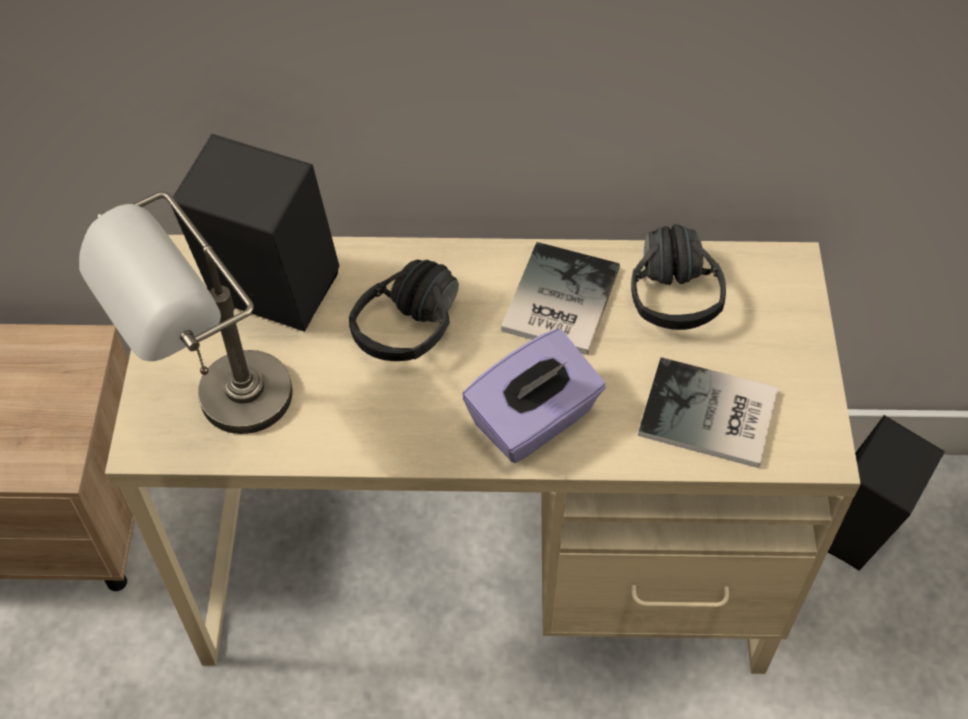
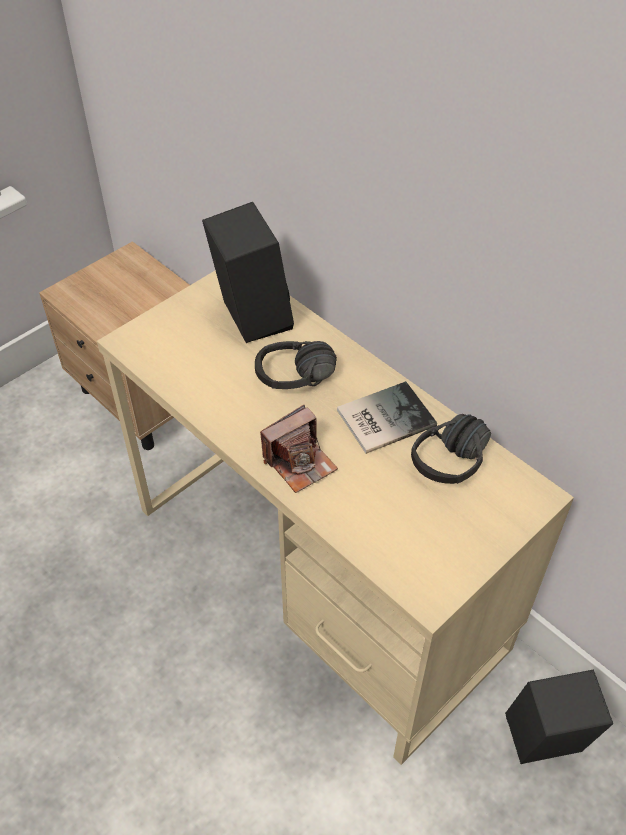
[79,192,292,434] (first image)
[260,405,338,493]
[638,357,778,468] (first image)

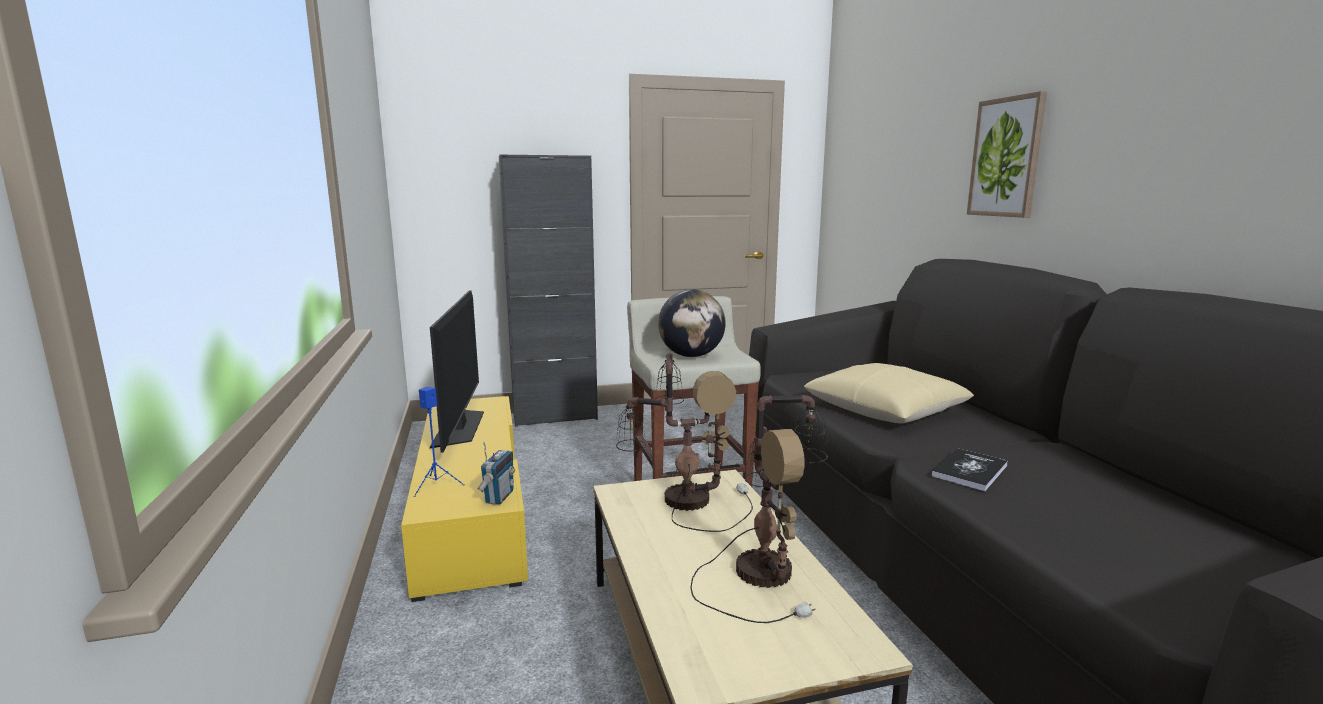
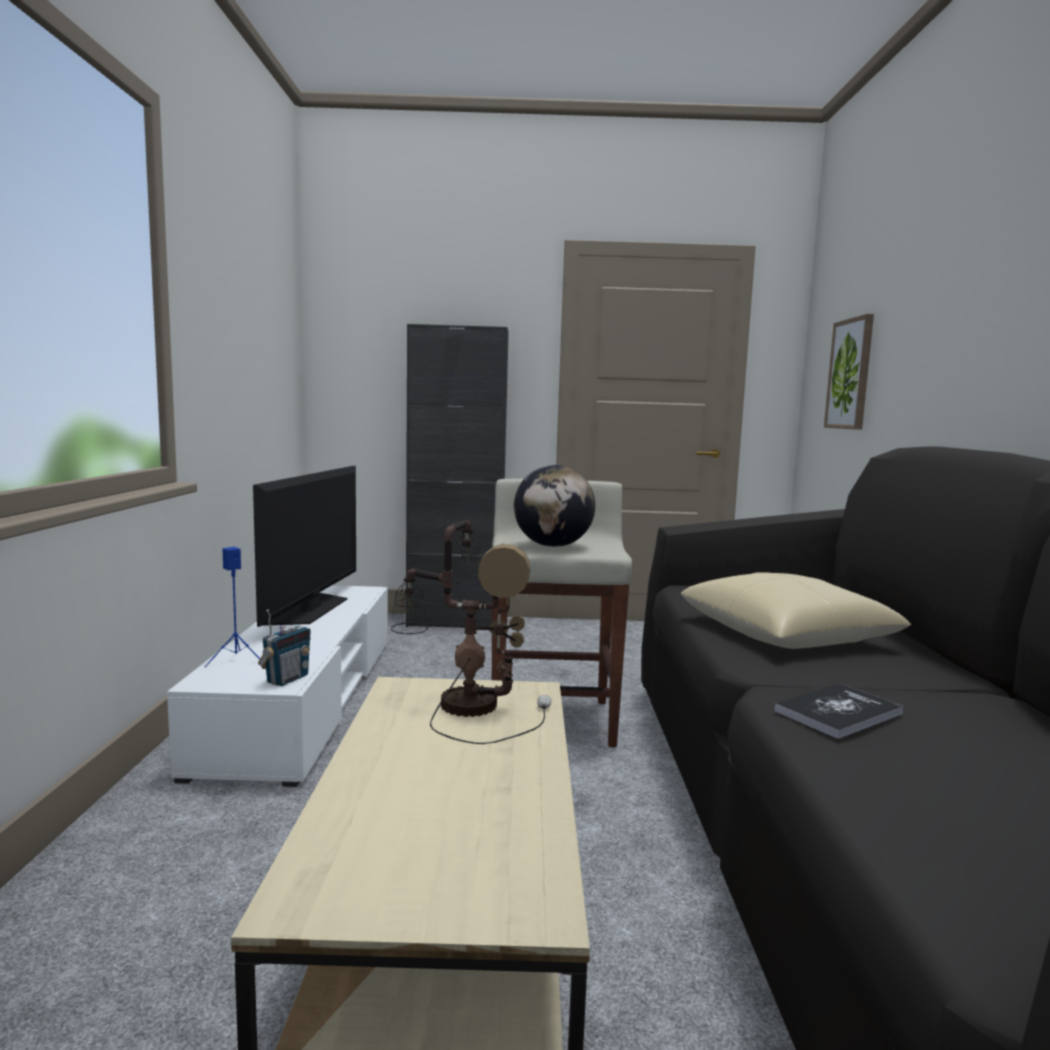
[167,585,388,787]
[690,395,827,623] (first image)
[824,314,874,430]

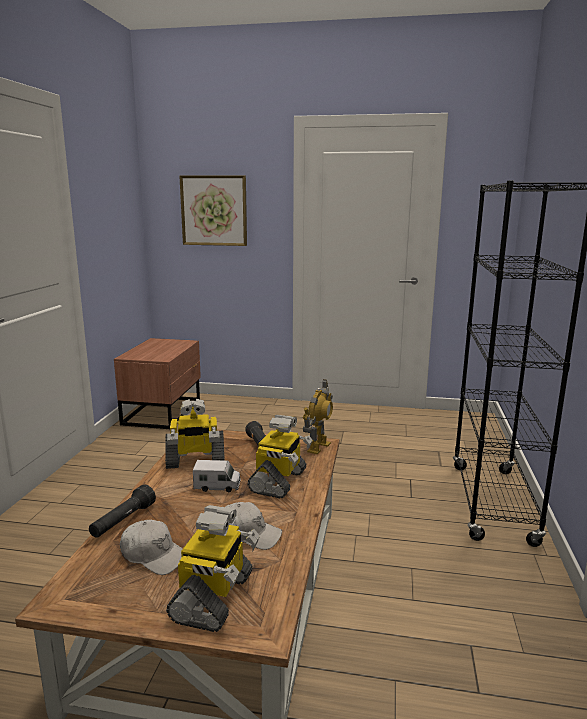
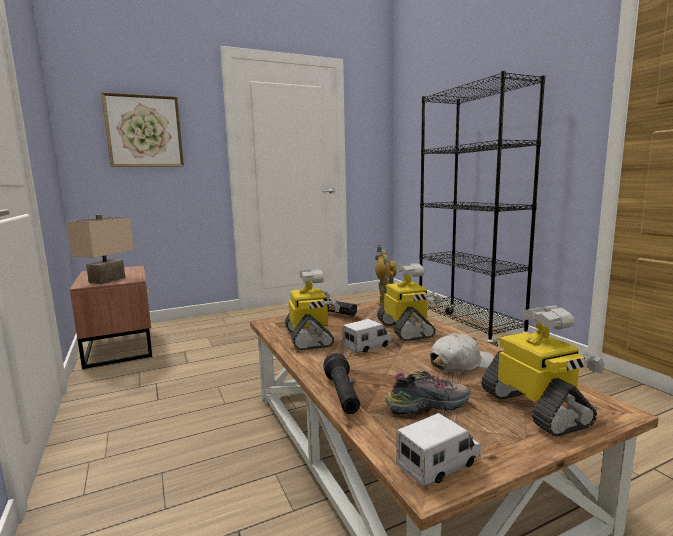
[386,371,471,414]
[285,269,340,350]
[66,215,134,284]
[396,413,481,488]

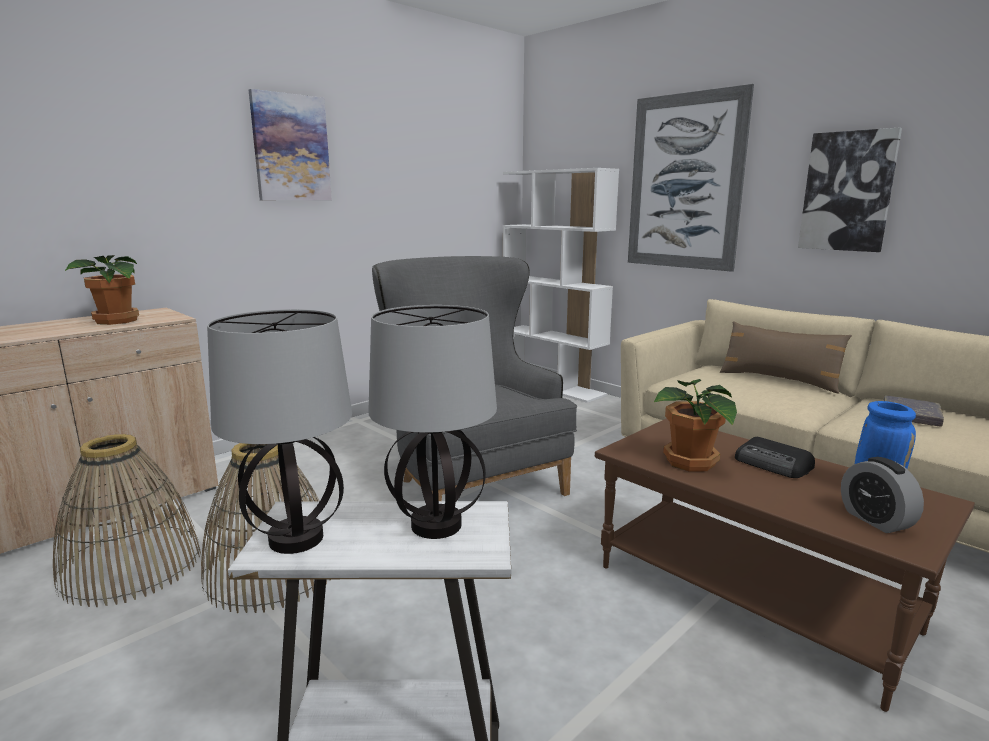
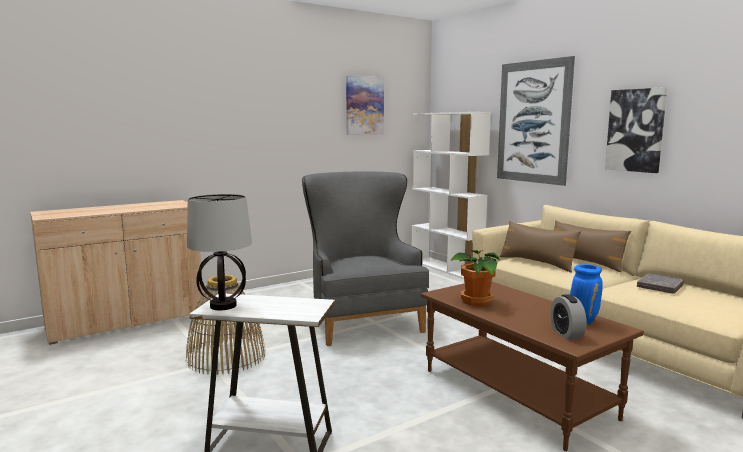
[53,434,201,607] (first image)
[65,255,139,325] (first image)
[346,75,384,135]
[368,305,497,539] (first image)
[735,437,815,478] (first image)
[499,221,581,272]

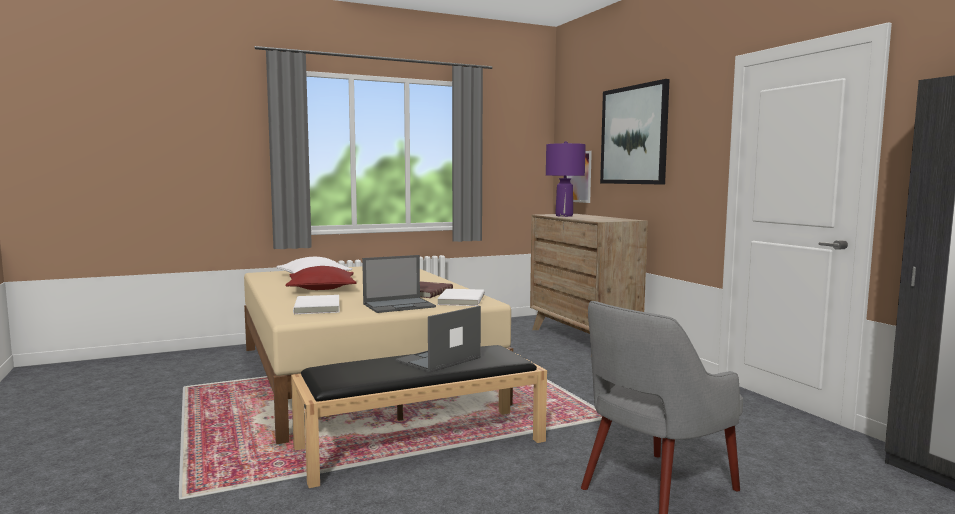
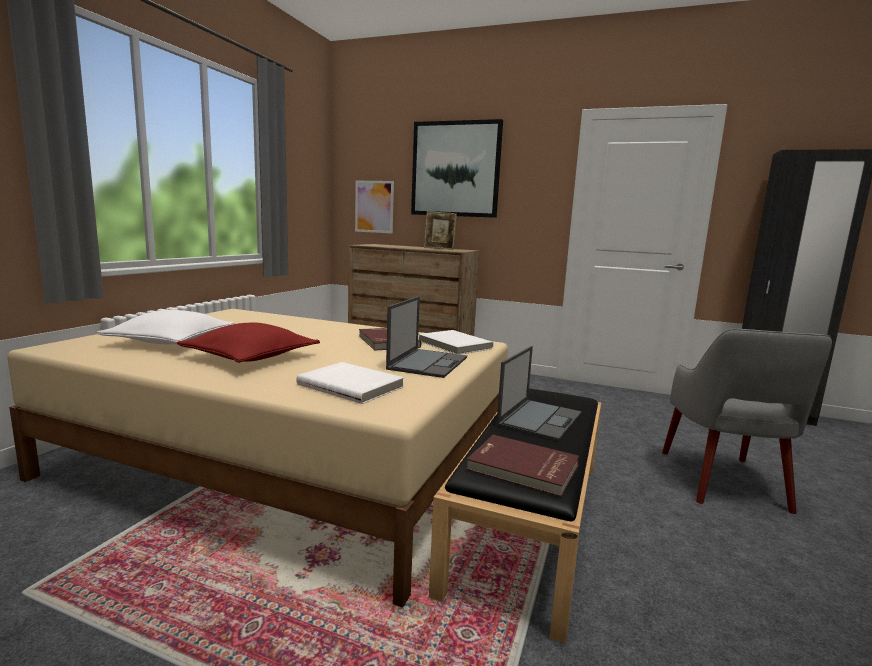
[497,346,582,441]
[546,141,586,217] (first image)
[424,211,457,250]
[466,435,579,497]

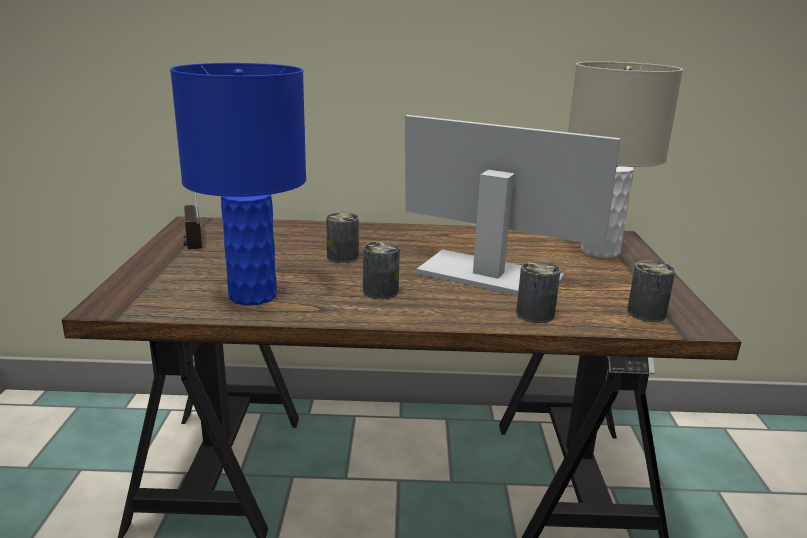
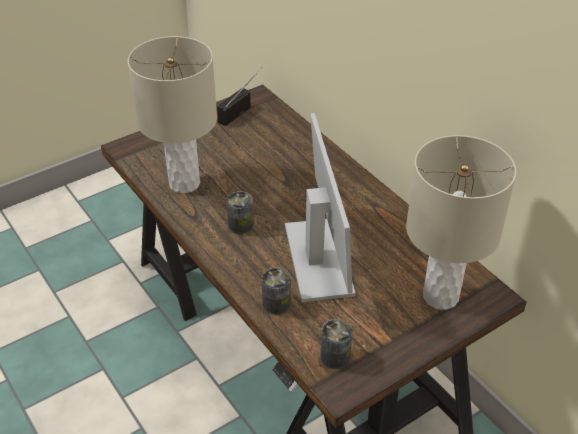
[128,36,217,194]
[326,212,359,263] (first image)

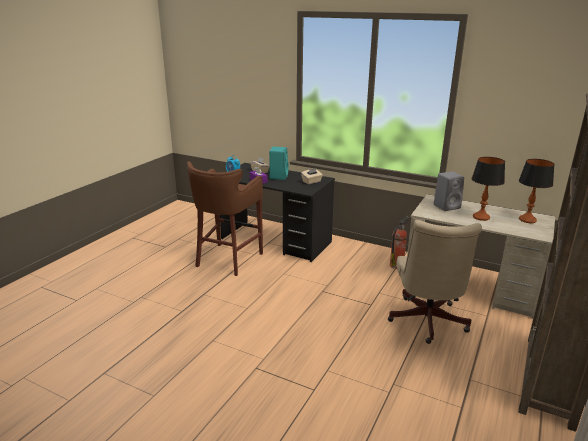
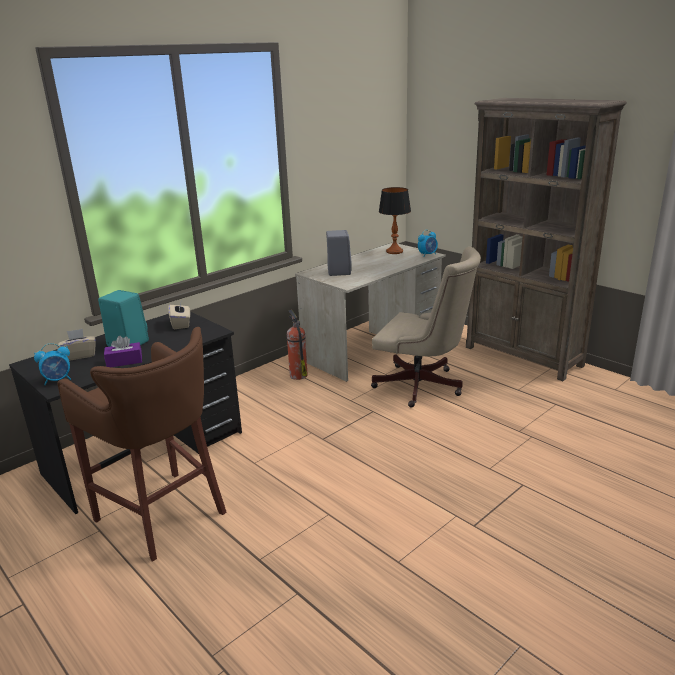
[471,157,505,221] (first image)
[418,230,438,256]

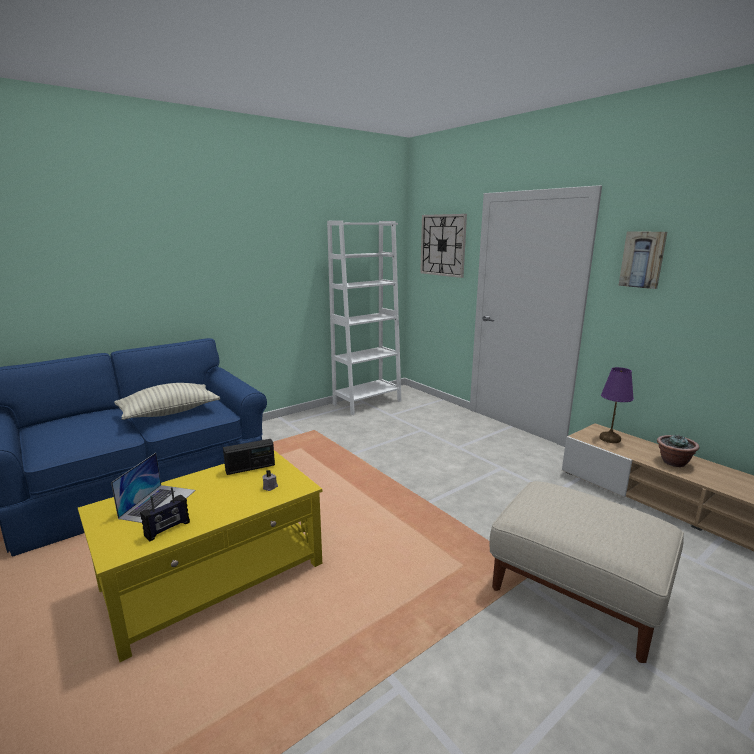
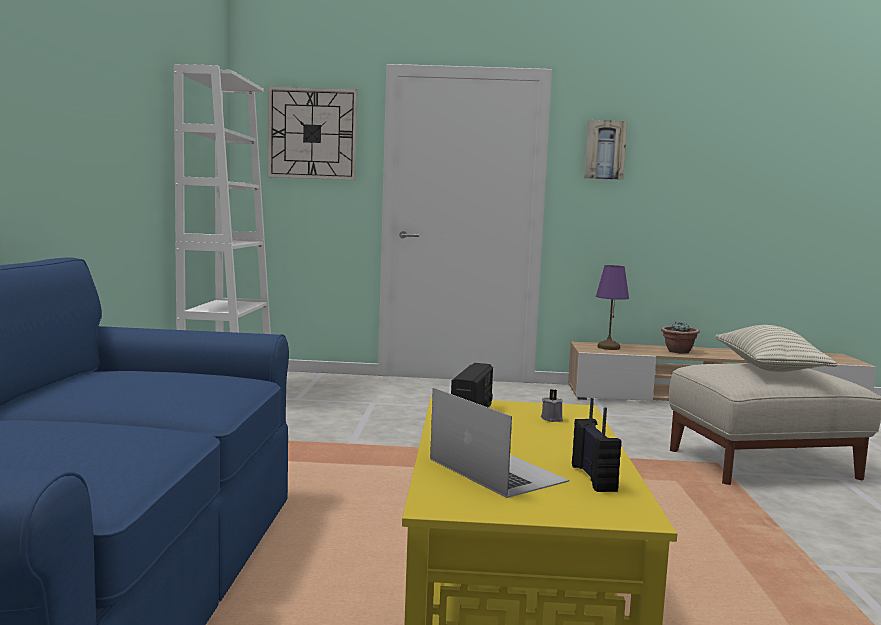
[715,325,837,372]

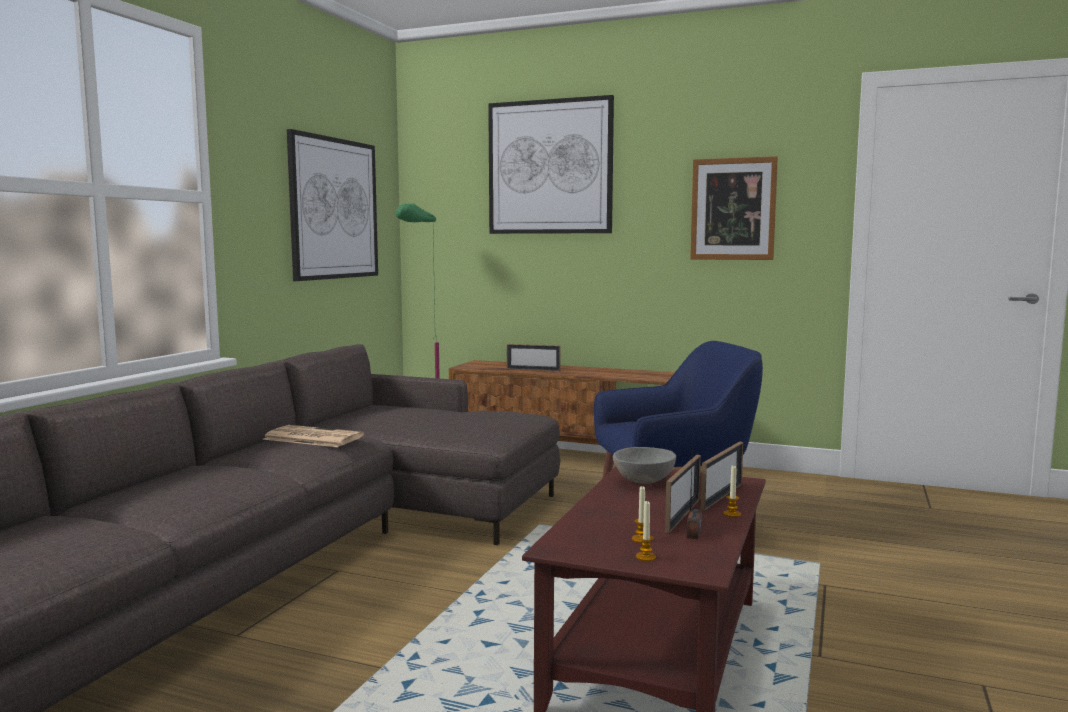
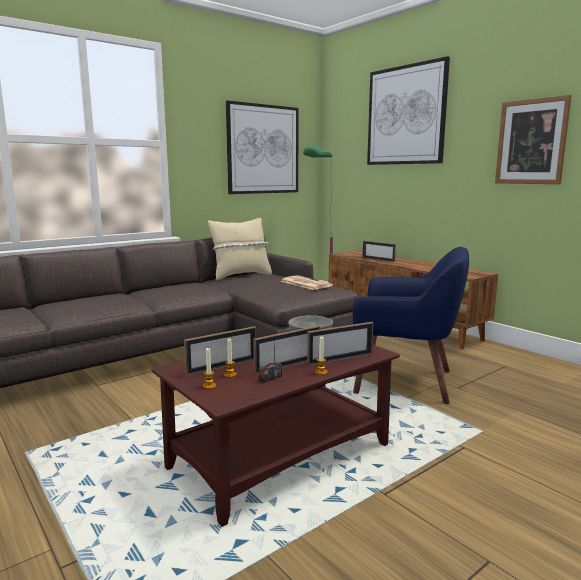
[280,275,333,290]
[184,326,257,376]
[208,218,272,280]

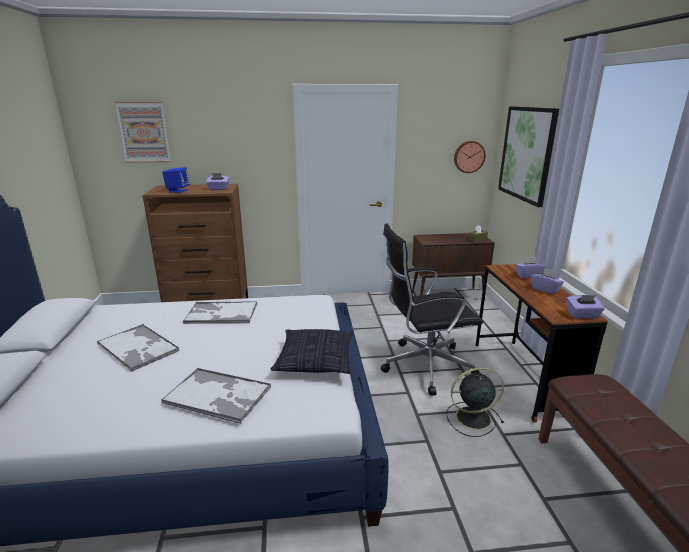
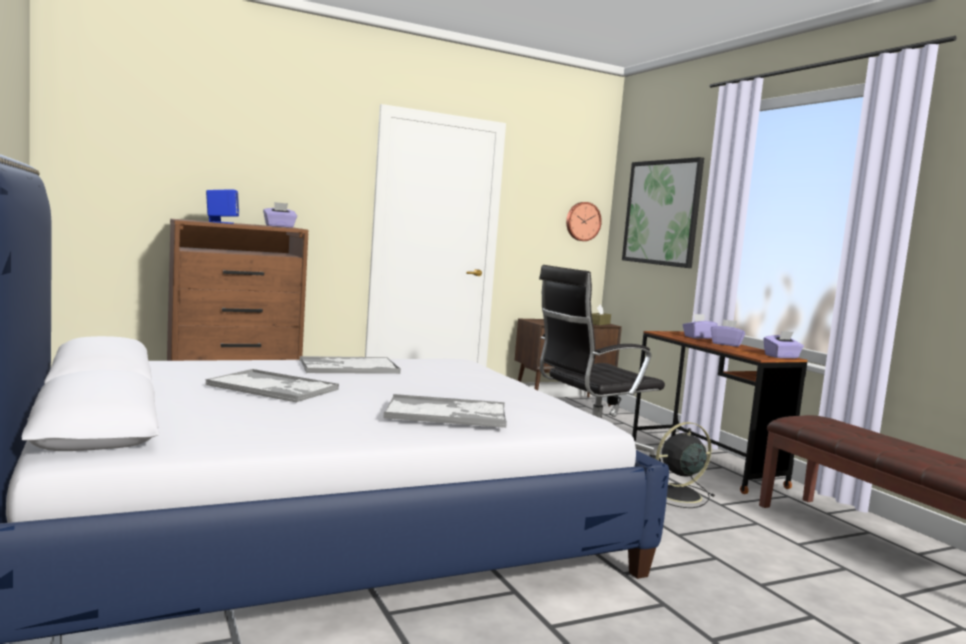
[115,102,171,163] (first image)
[271,329,354,374] (first image)

